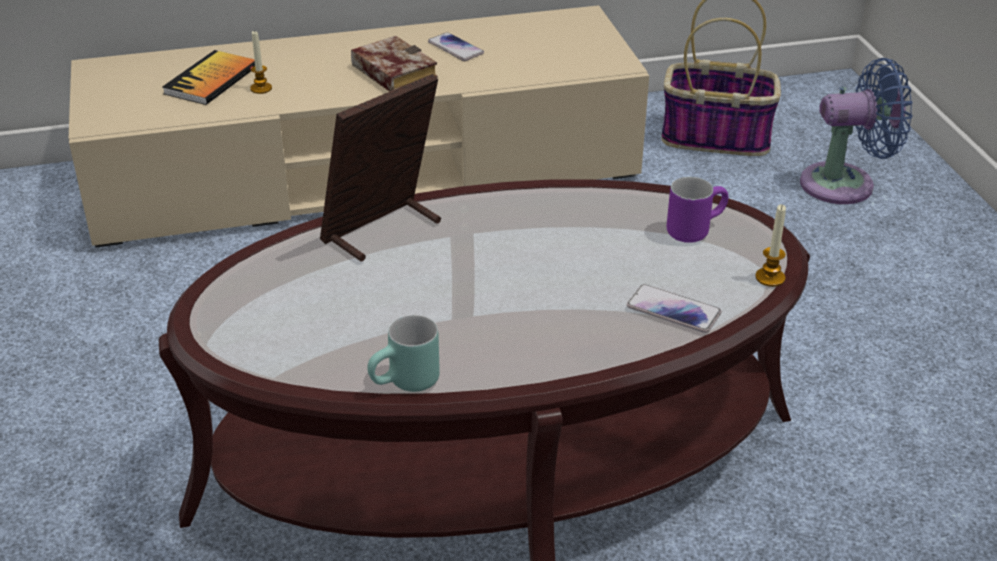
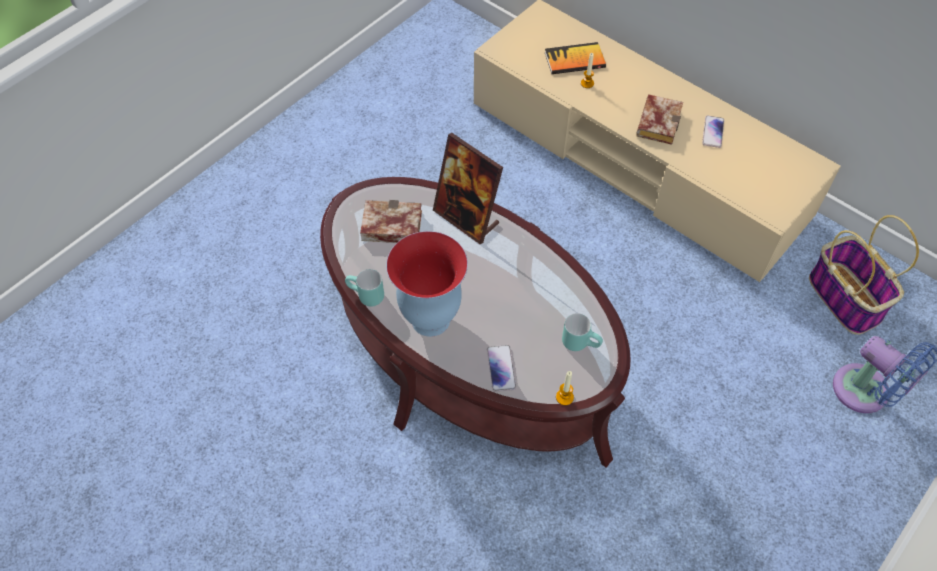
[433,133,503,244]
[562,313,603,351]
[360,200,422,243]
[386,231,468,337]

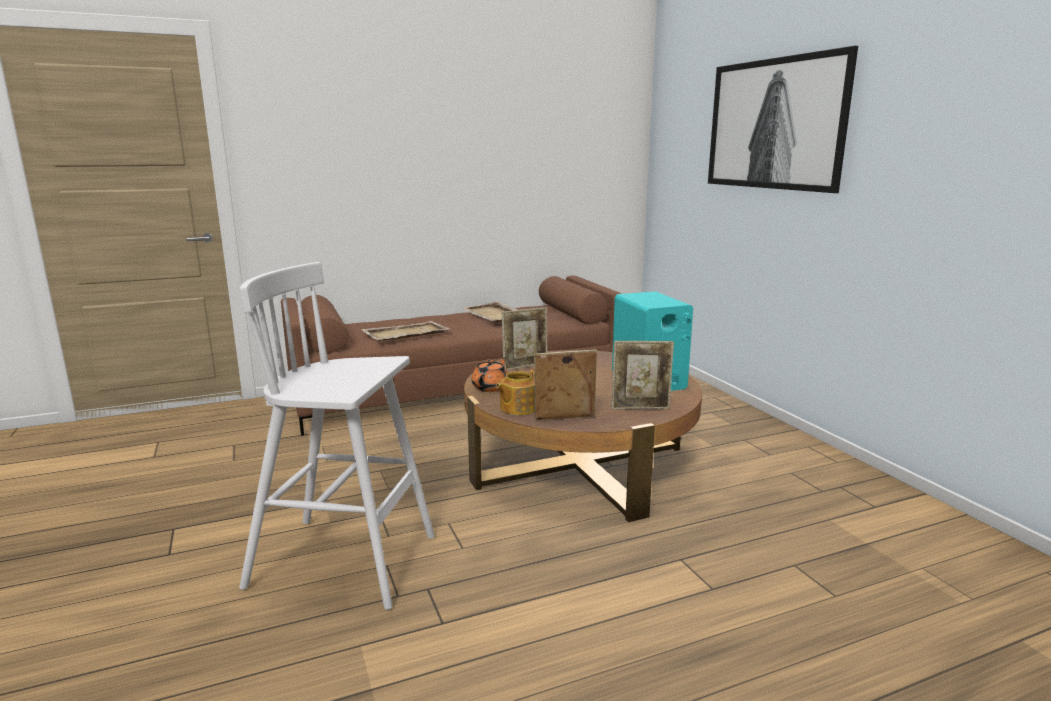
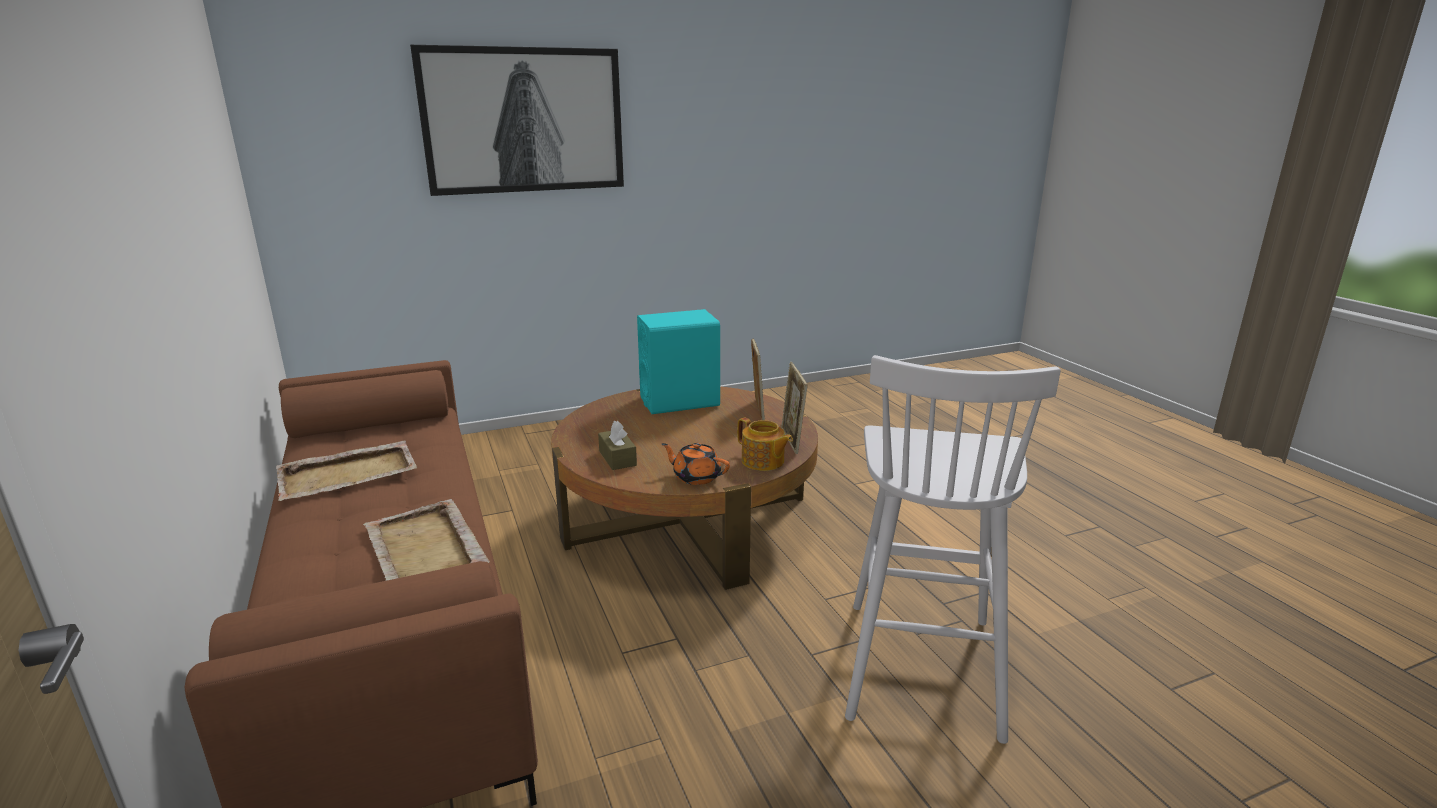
[598,421,637,470]

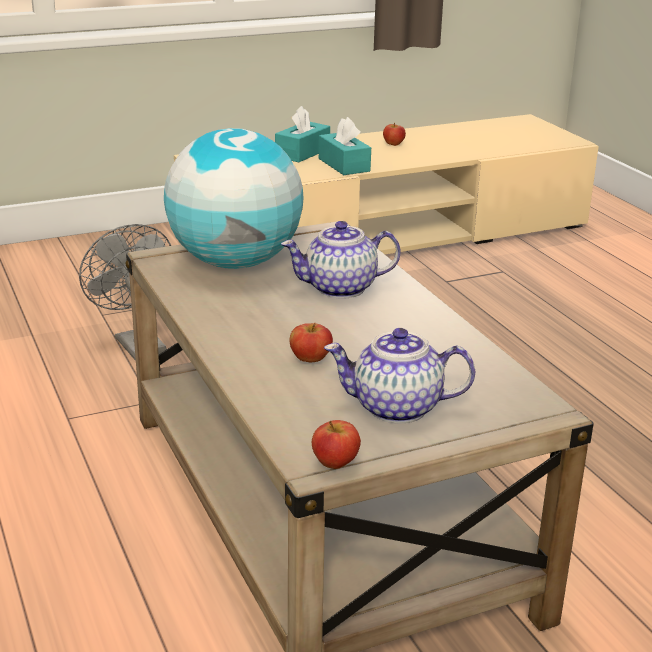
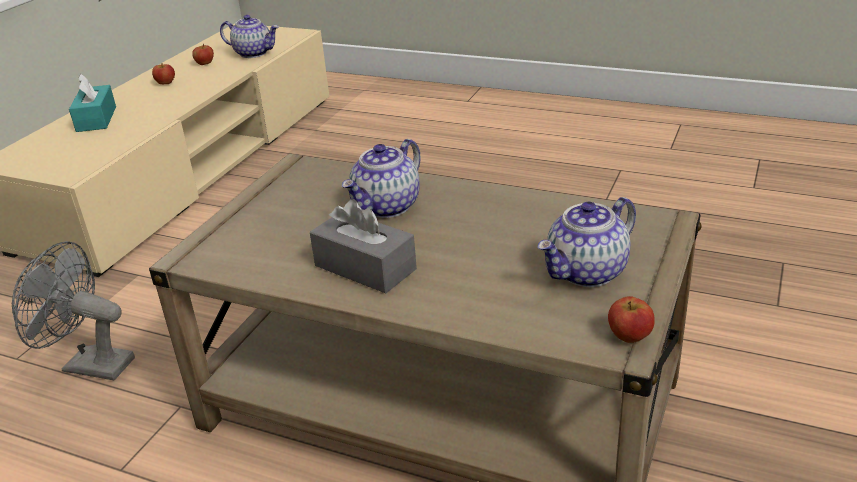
[164,128,304,269] (first image)
[192,43,214,65]
[319,117,371,175] (first image)
[220,15,279,58]
[310,199,417,294]

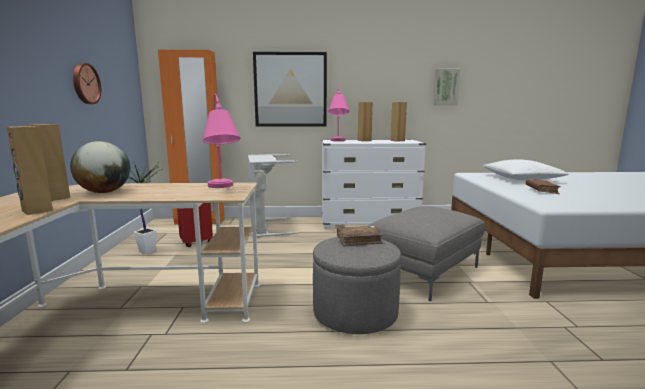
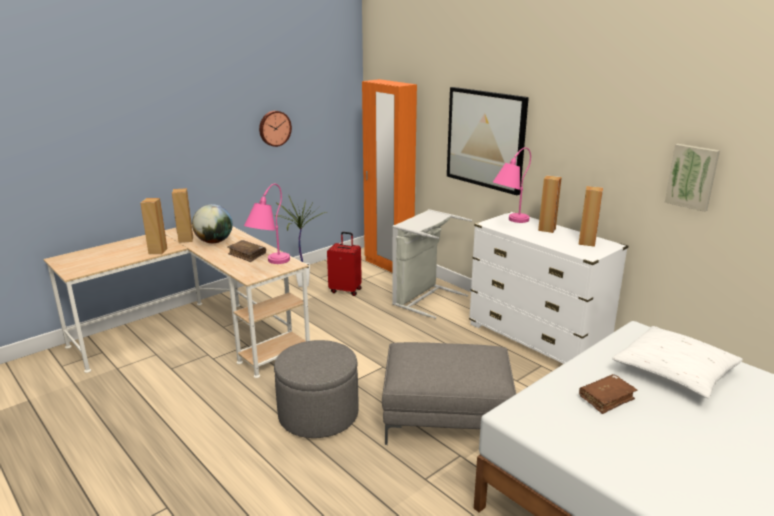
[227,240,266,262]

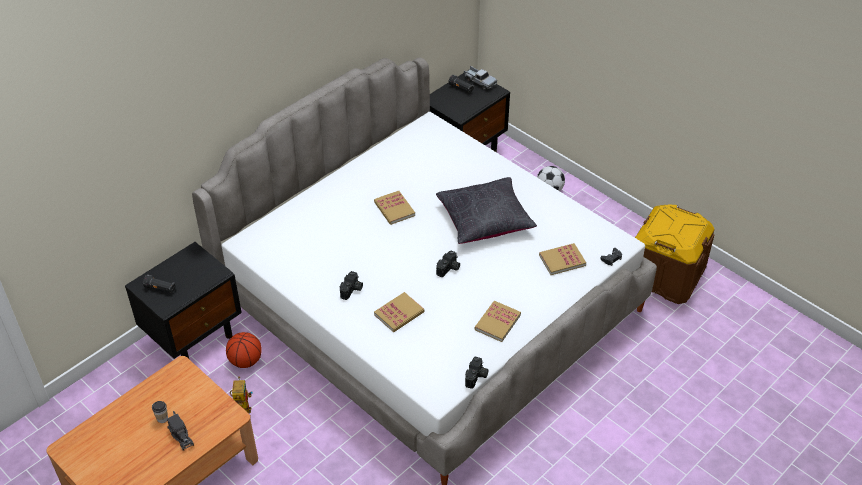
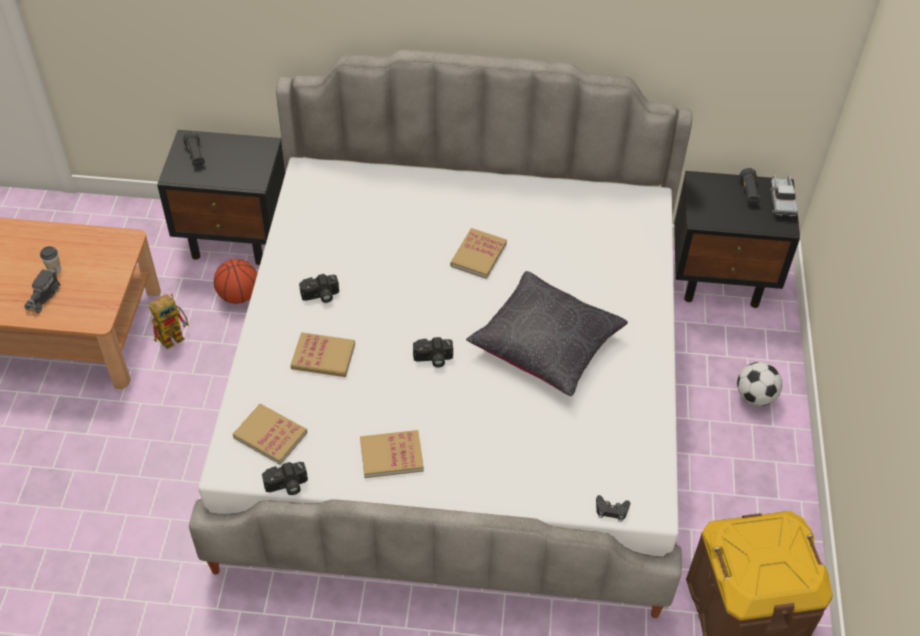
[233,404,307,465]

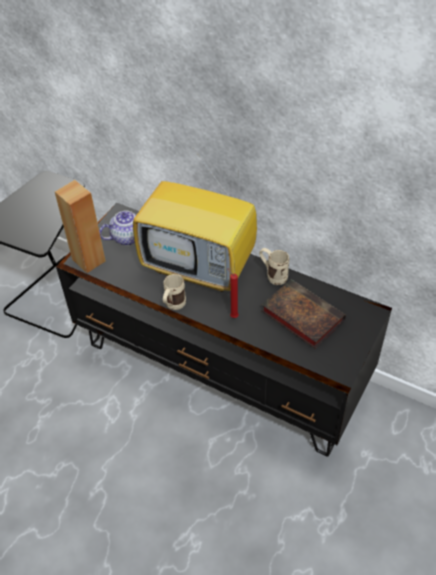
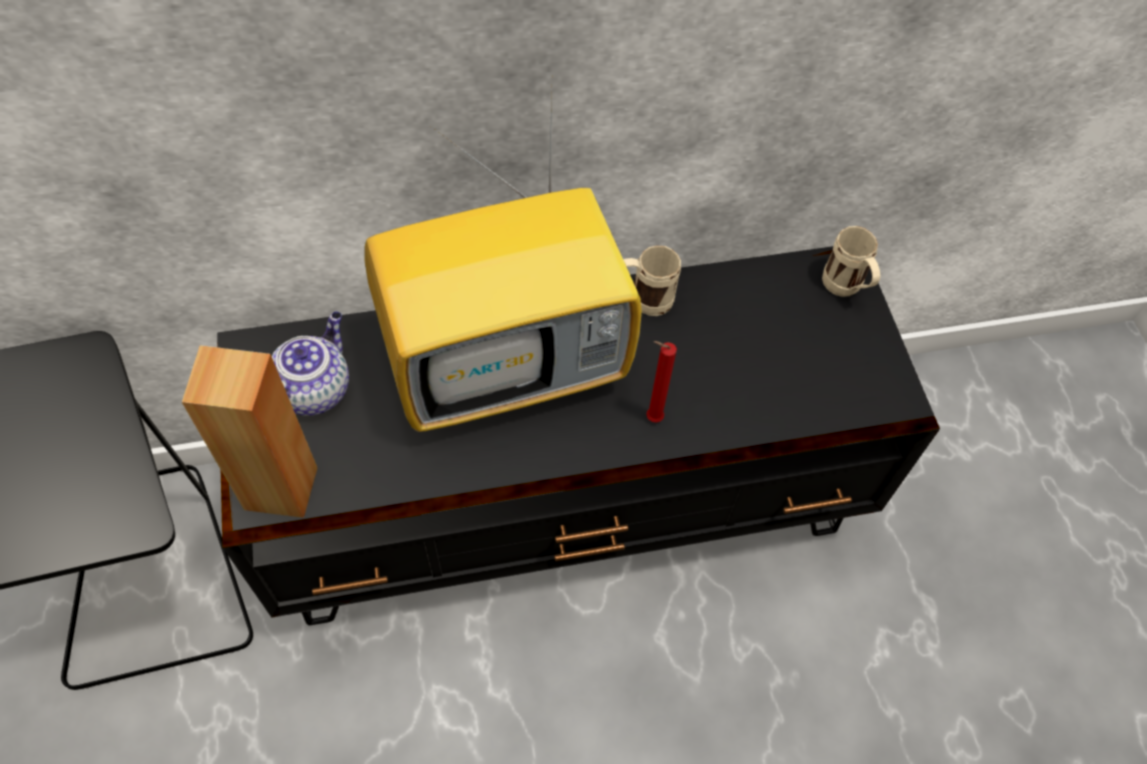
[822,226,881,297]
[261,279,346,348] (first image)

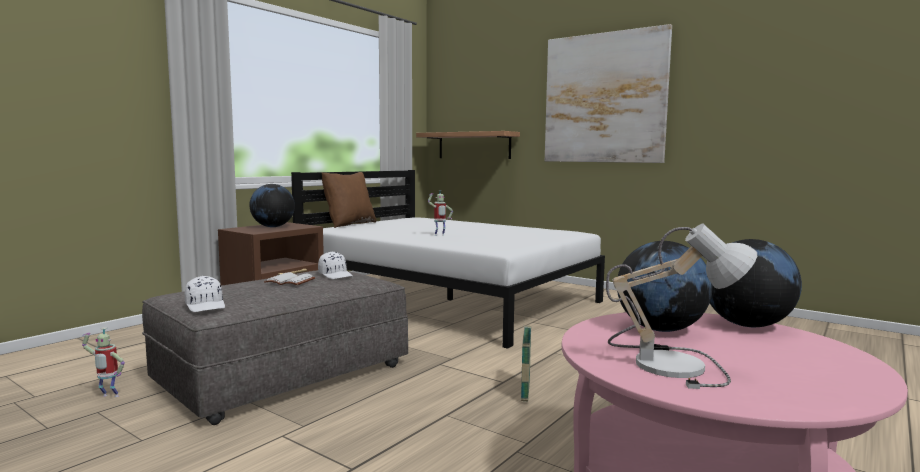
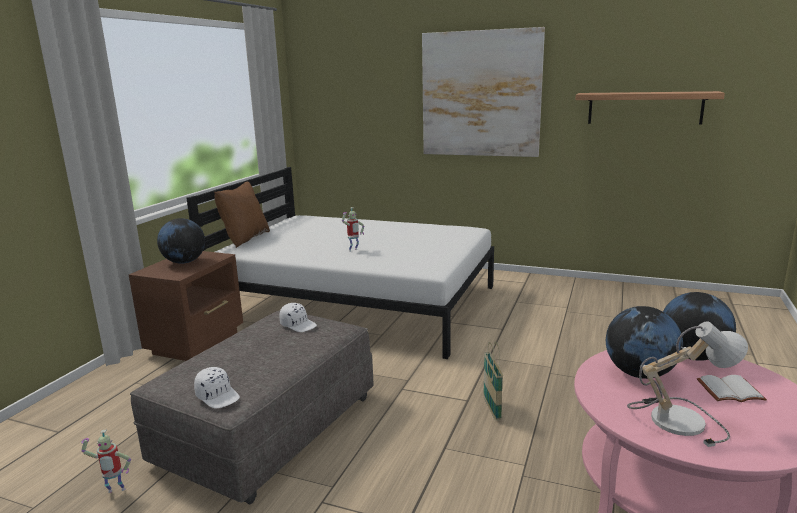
[697,375,767,402]
[575,91,725,124]

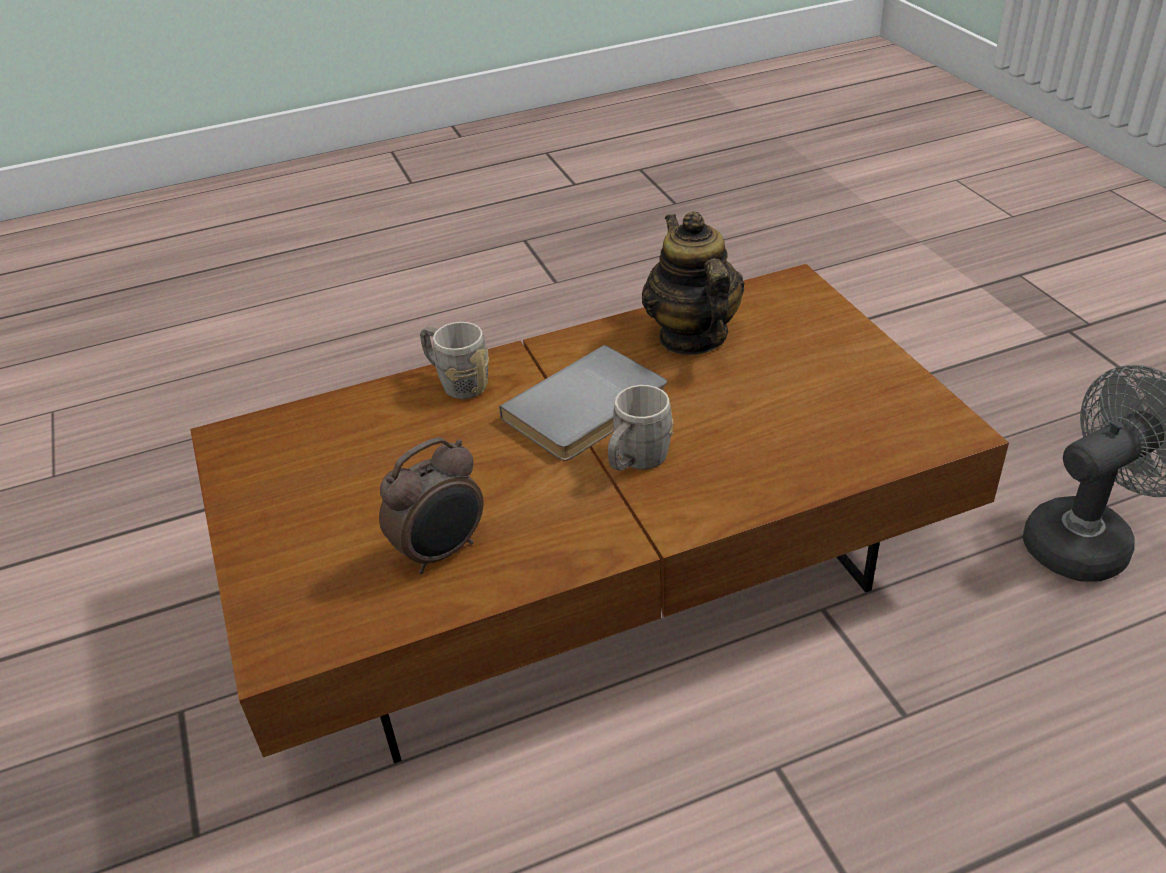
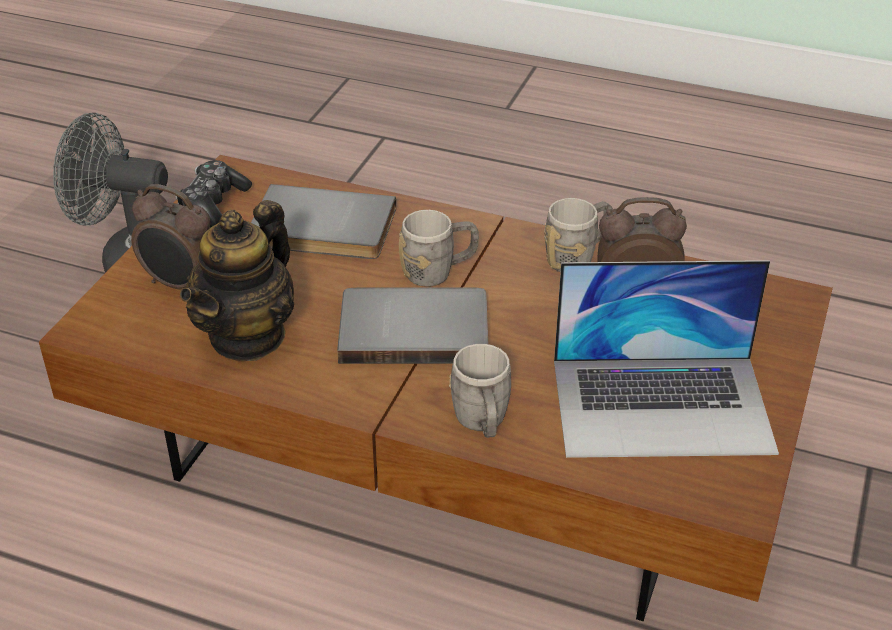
[131,184,211,290]
[175,160,252,228]
[251,184,396,259]
[544,198,613,272]
[554,260,779,458]

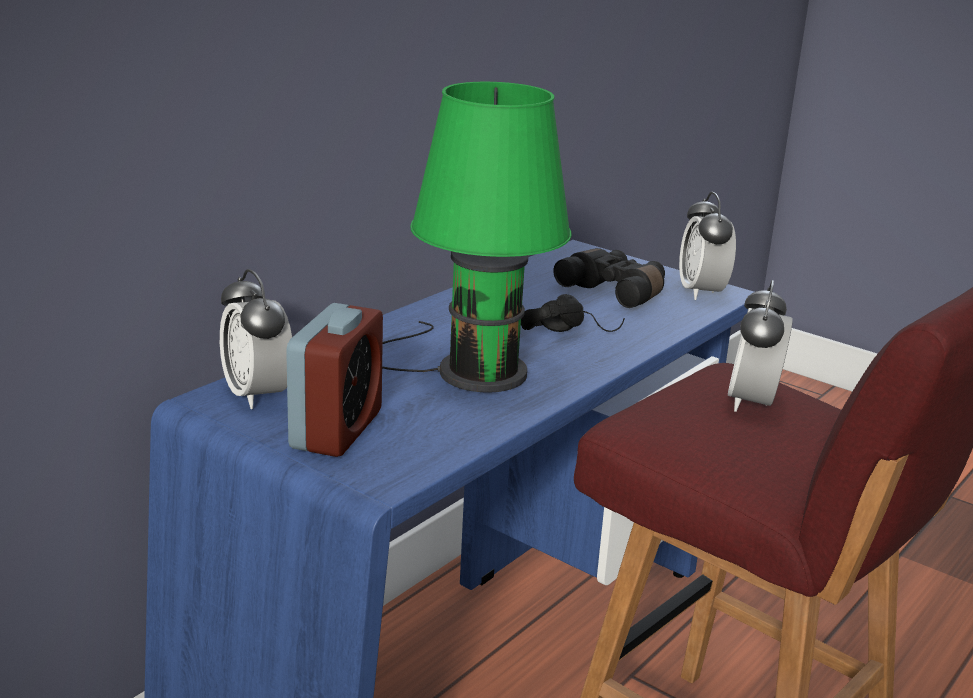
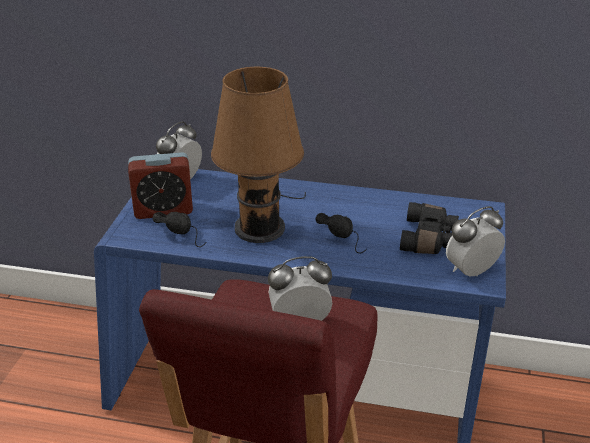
[211,67,306,243]
[153,212,206,247]

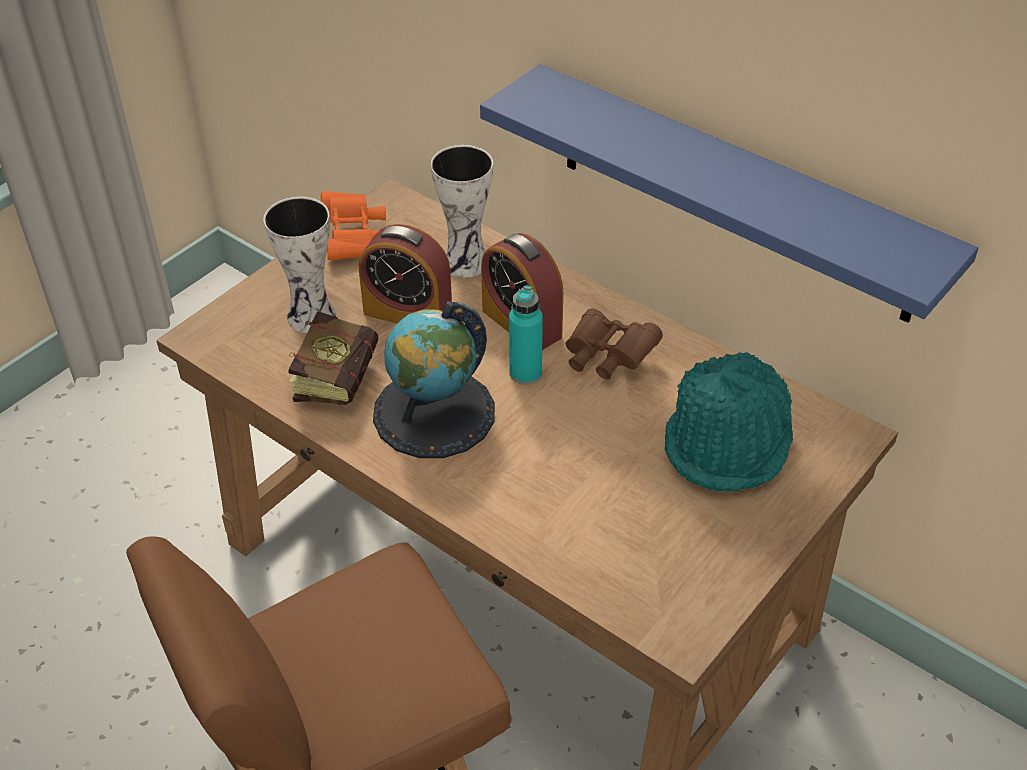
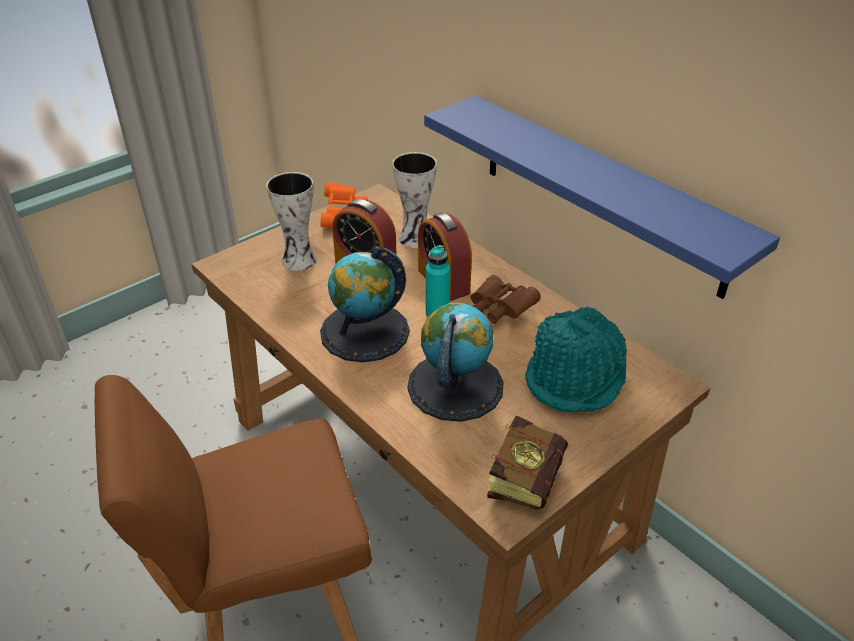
[487,415,568,510]
[407,303,504,422]

